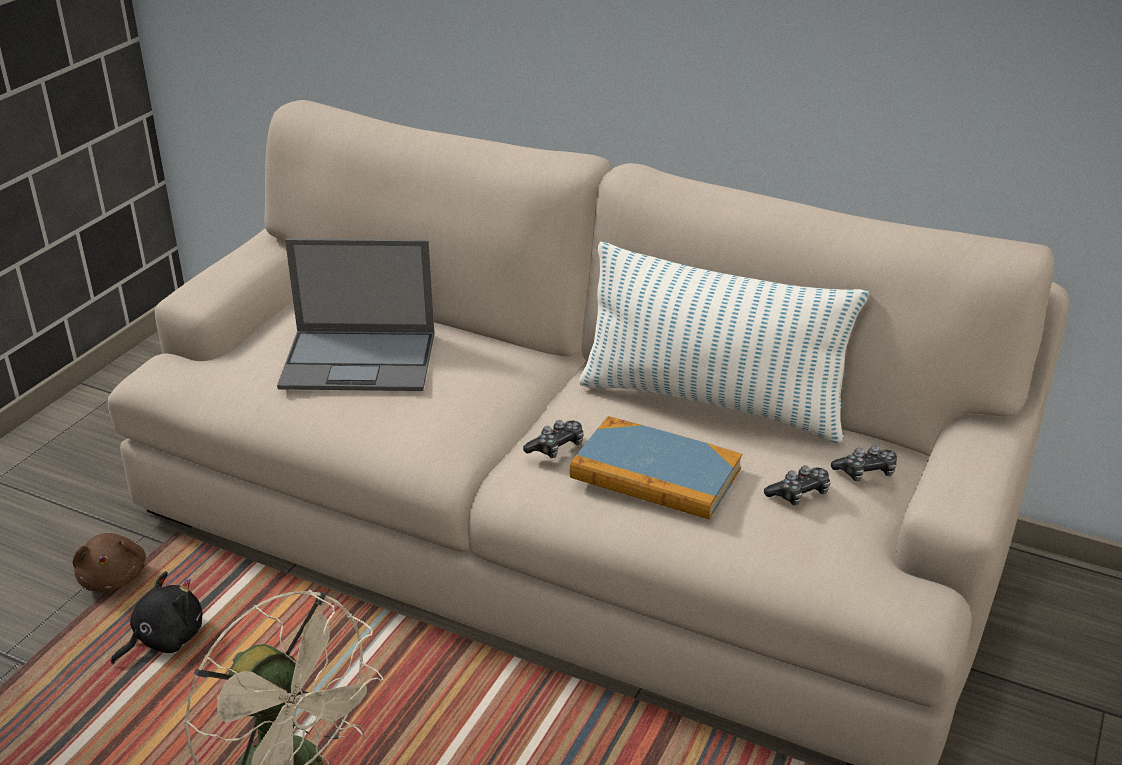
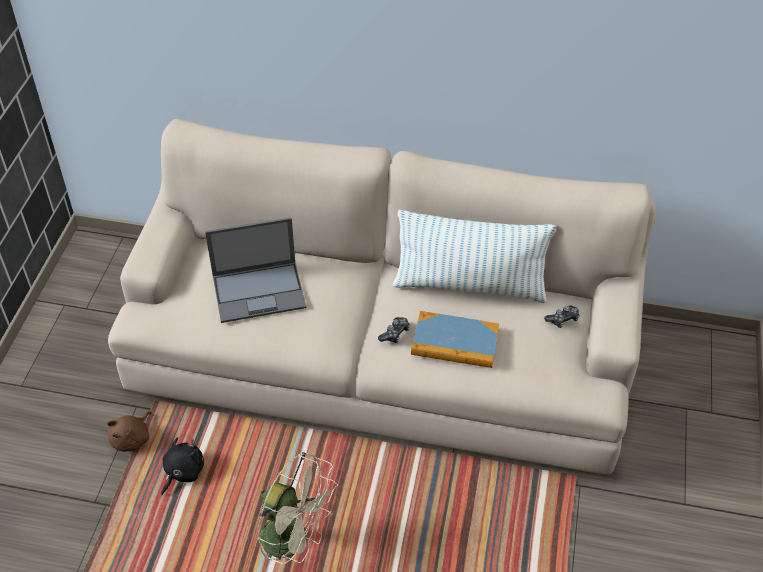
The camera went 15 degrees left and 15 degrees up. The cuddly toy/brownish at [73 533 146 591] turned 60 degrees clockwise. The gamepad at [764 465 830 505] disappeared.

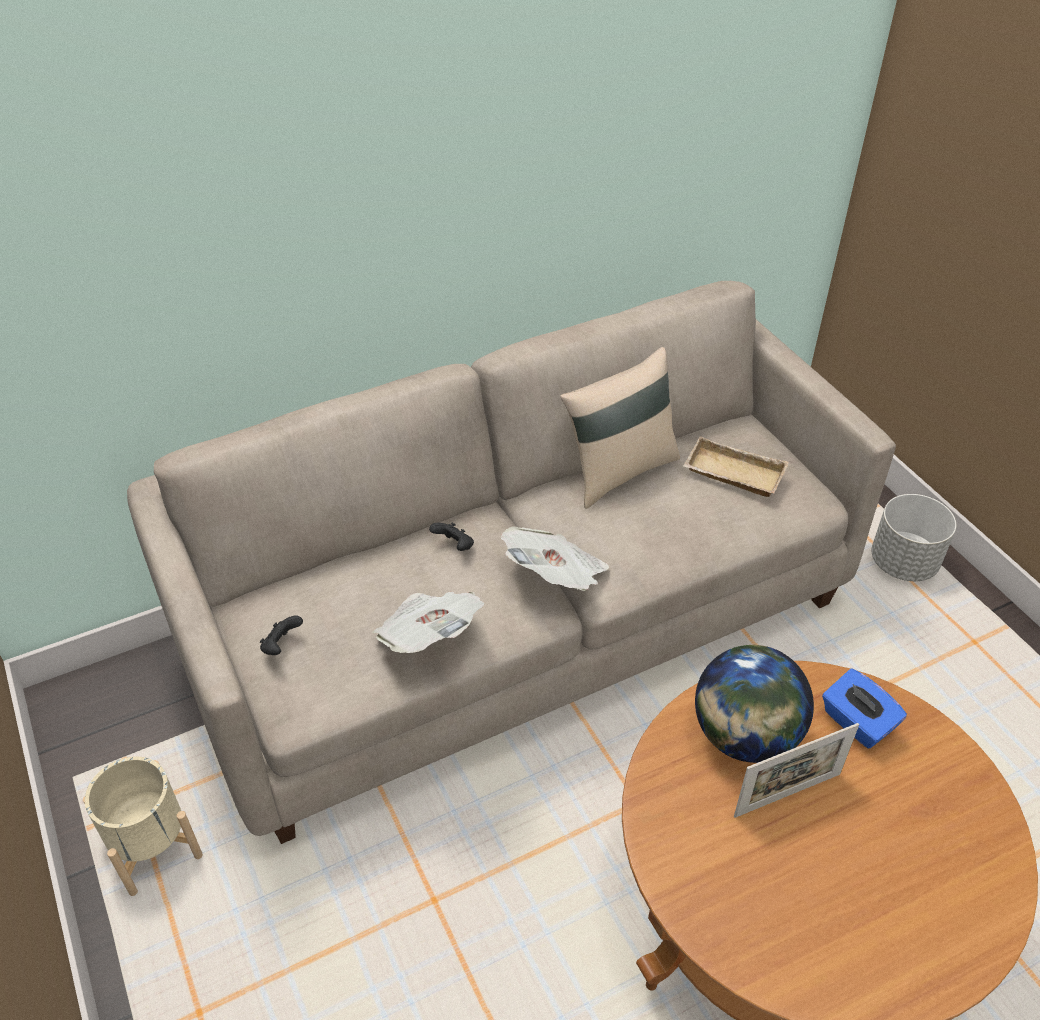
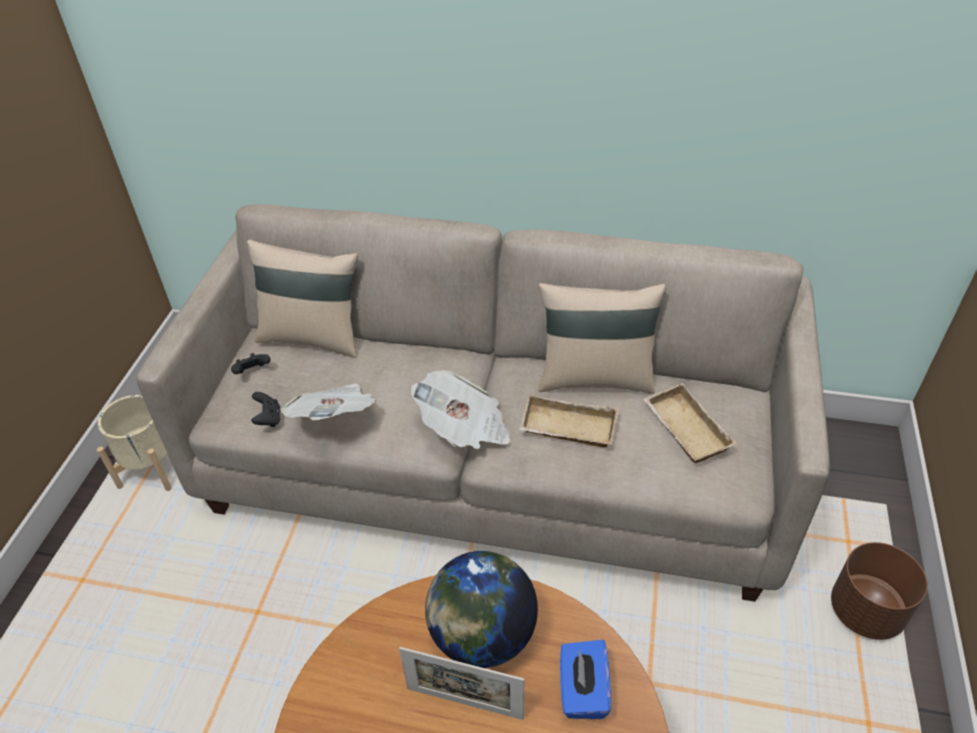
The camera went 40 degrees right and 0 degrees up. The cushion/beige-coloured at [247 240 358 358] appeared. The gamepad/black-coloured moved from [429 523 474 551] to [251 392 280 427]. The carrying tray/beige-coloured at [519 394 619 447] appeared. The plant pot/grey at [871 494 956 581] became the plant pot/brownish at [831 542 928 640].

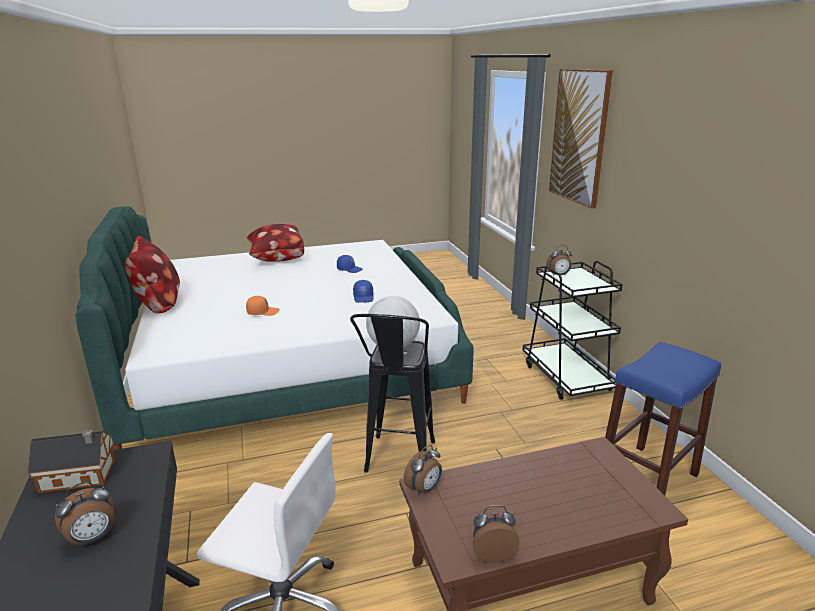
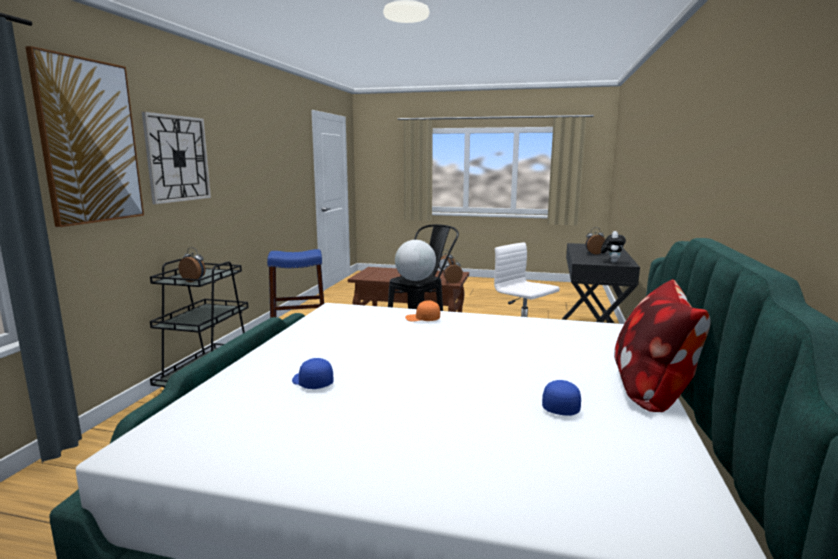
The camera went 150 degrees left and 10 degrees down. The hanging clock at [142 112 211 204] appeared. The cap/orange moved from [246 296 280 316] to [405 300 440 322]. The cap/blue-coloured moved from [353 280 374 303] to [542 380 581 416]. The model house at [28 430 115 493] was replaced by the cuddly toy at [601 231 626 263]. The cushion at [247 224 304 262] disappeared.

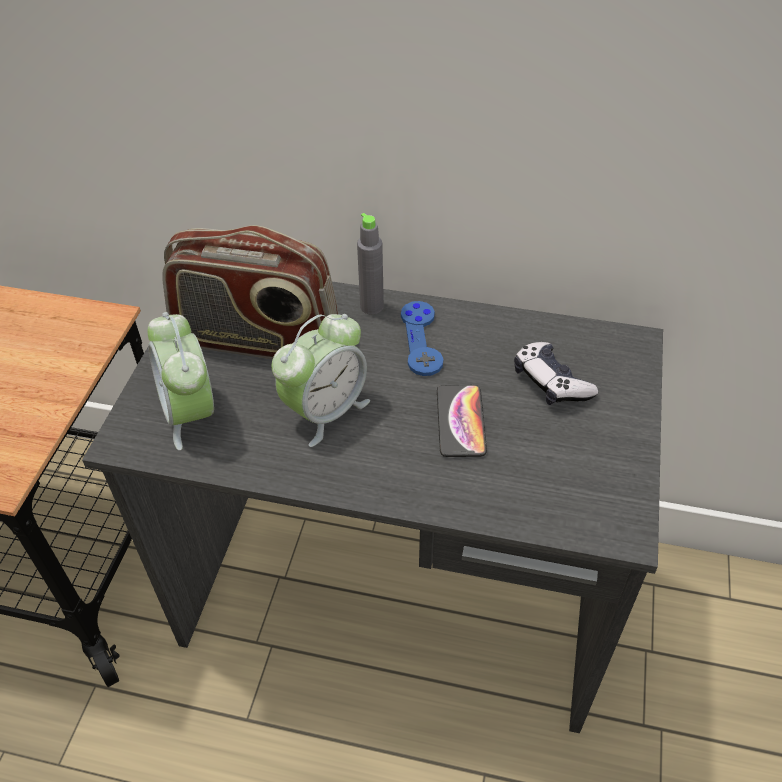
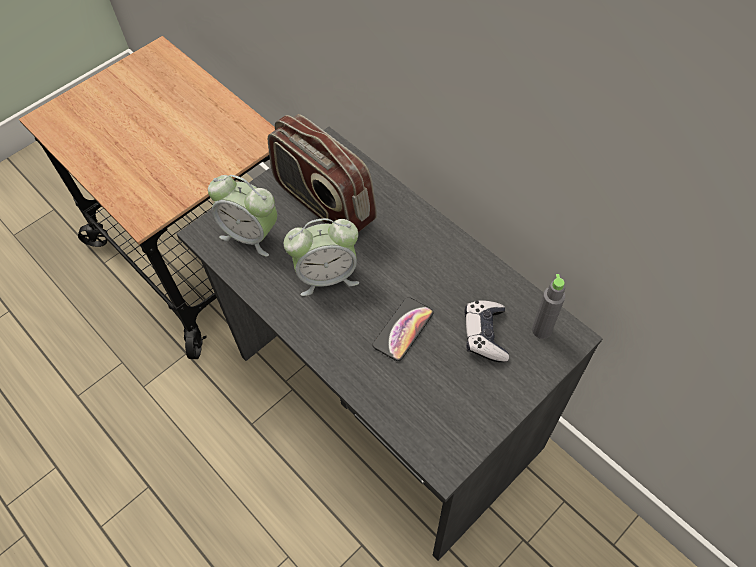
The camera went 35 degrees right and 10 degrees up. The table clock at [148 312 214 450] turned 75 degrees counterclockwise. The drink bottle/grey moved from [357 213 384 315] to [532 274 565 339]. The gamepad/blue-coloured at [401 301 443 376] disappeared.

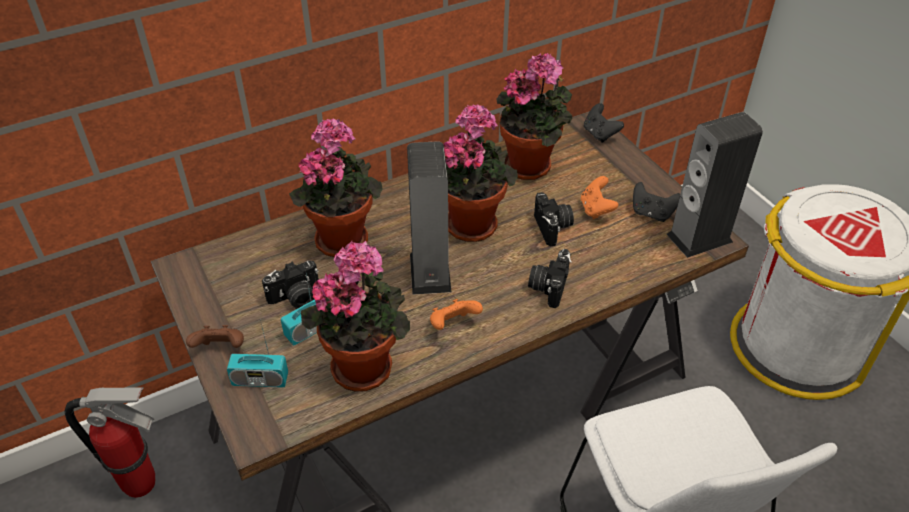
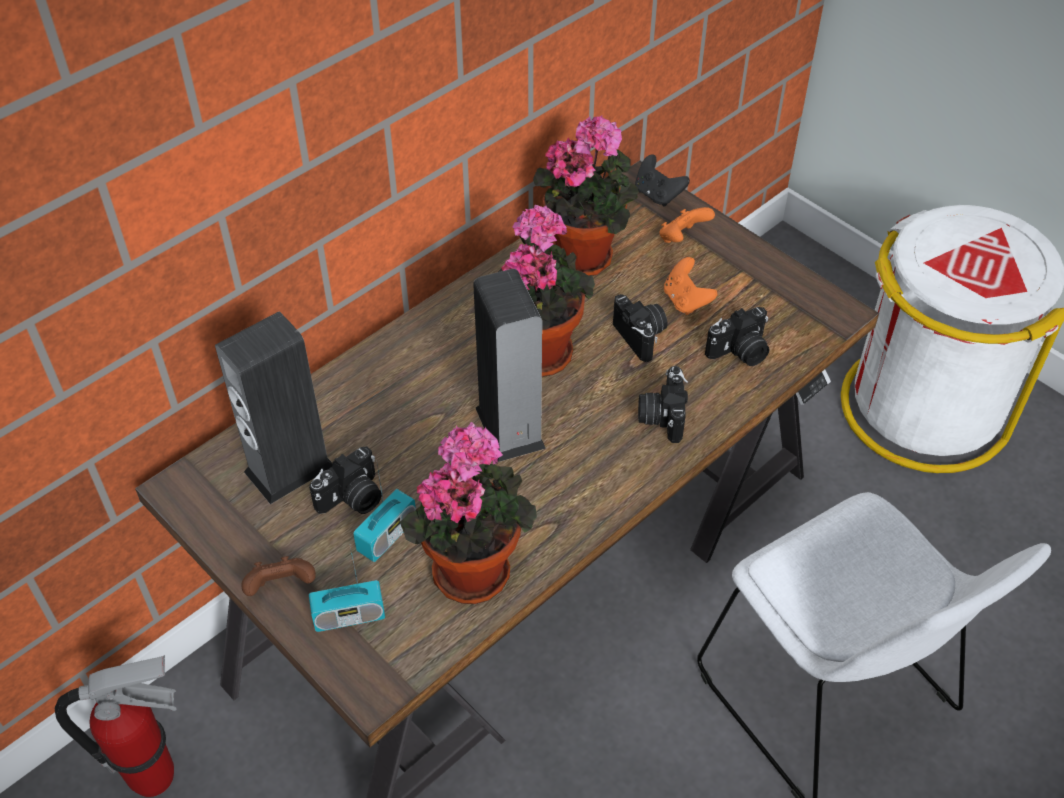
The camera went 15 degrees left and 5 degrees up. The audio speaker moved from [666 112 763 258] to [215 312 333 504]. The gamepad/orange moved from [430 299 483 330] to [659 207 715 243]. The photo camera at [705 307 769 366] appeared. The potted plant at [289 119 383 257] disappeared. The gamepad/black-coloured at [633 182 680 222] disappeared.

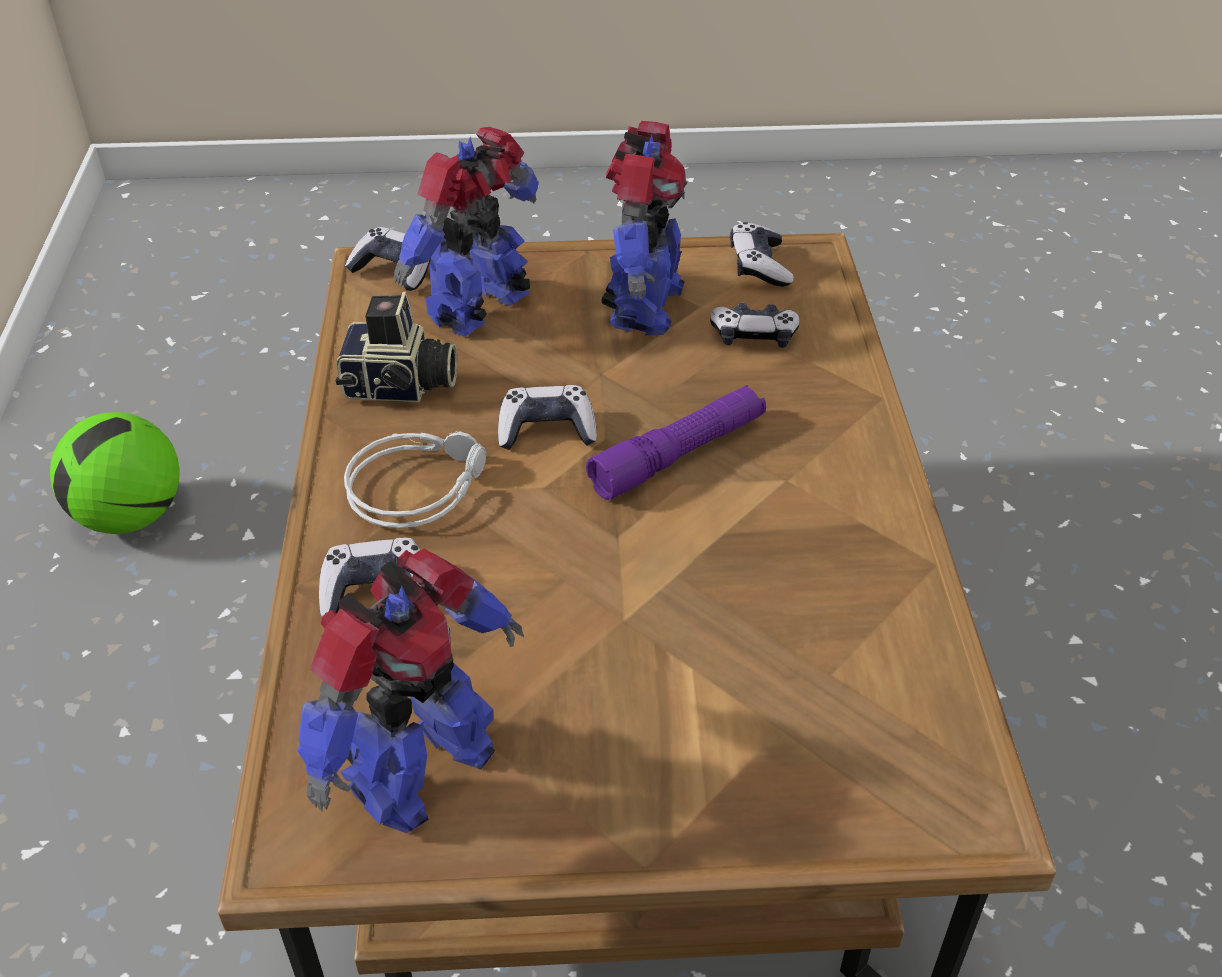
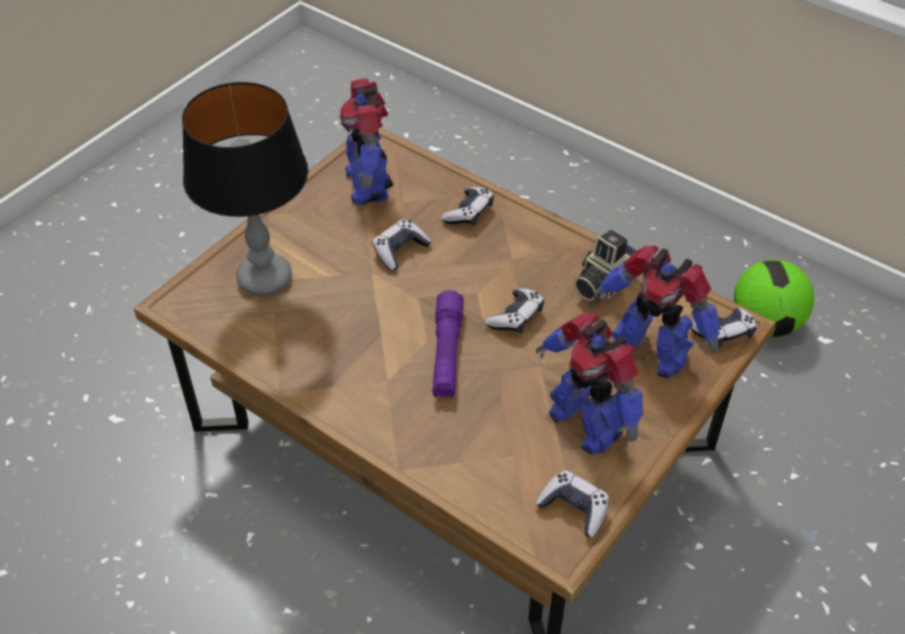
The camera went 130 degrees right and 5 degrees up. The lamp for a table at [182 82 308 296] appeared. The gamepad moved from [710 303 800 348] to [372 219 432 271]. The model robot at [394 127 539 337] turned 135 degrees clockwise. The headphones/grey at [344 431 486 528] disappeared.

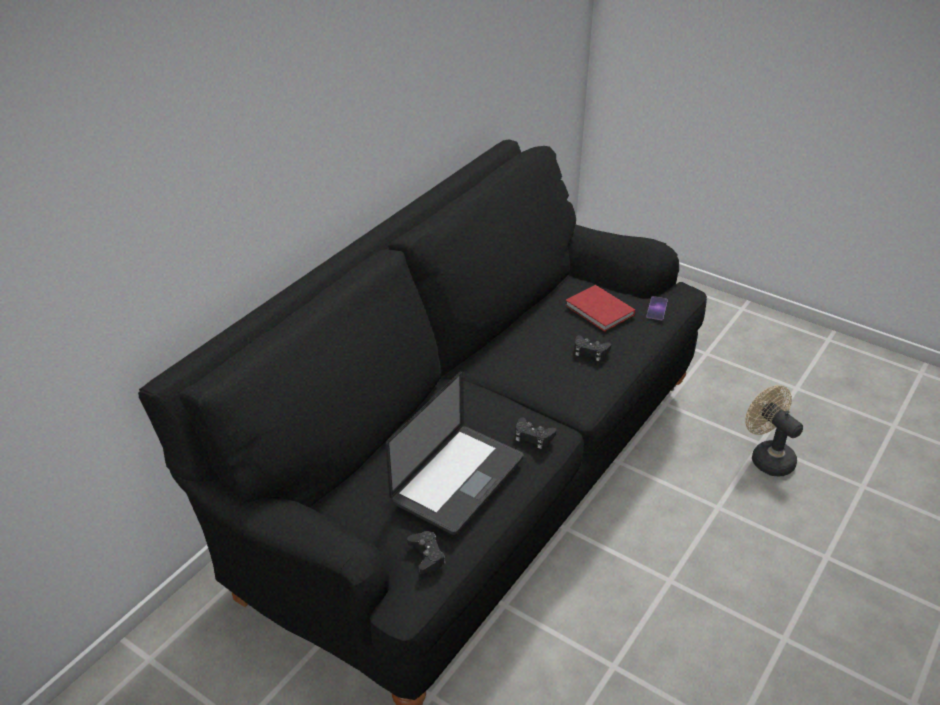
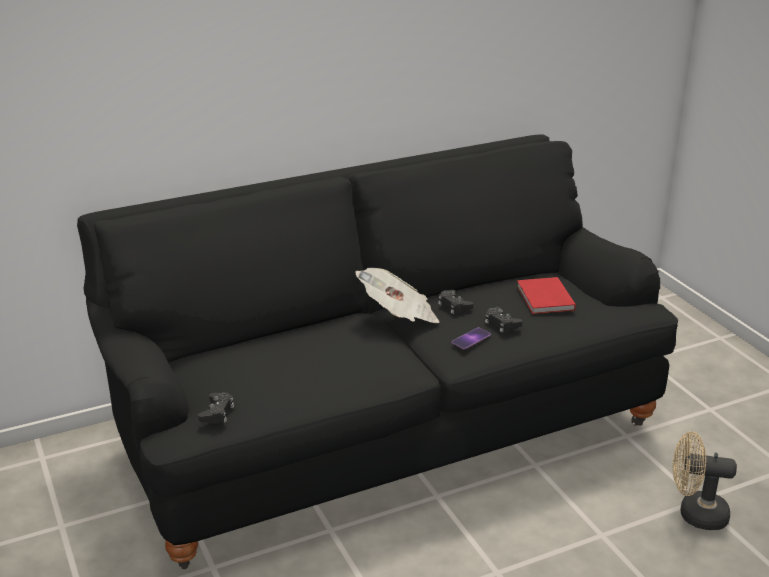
The camera went 30 degrees right and 10 degrees down. The printed paper at [356 268 439 323] appeared. The gamepad/black-coloured moved from [515 417 556 449] to [438 290 473 314]. The handset moved from [646 296 668 320] to [451 327 491 349]. The cooling fan/beige-coloured at [745 385 803 476] turned 75 degrees counterclockwise. The laptop at [385 371 523 535] disappeared.

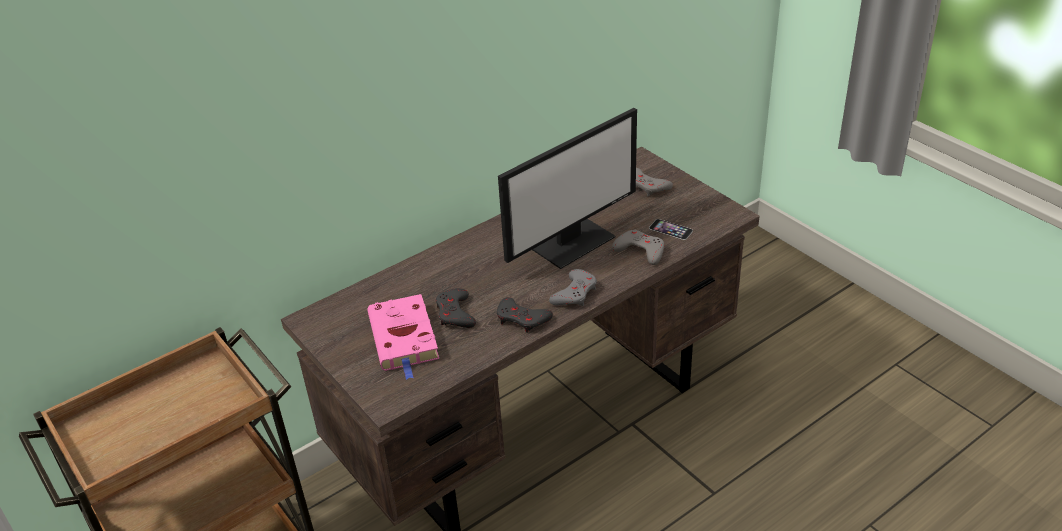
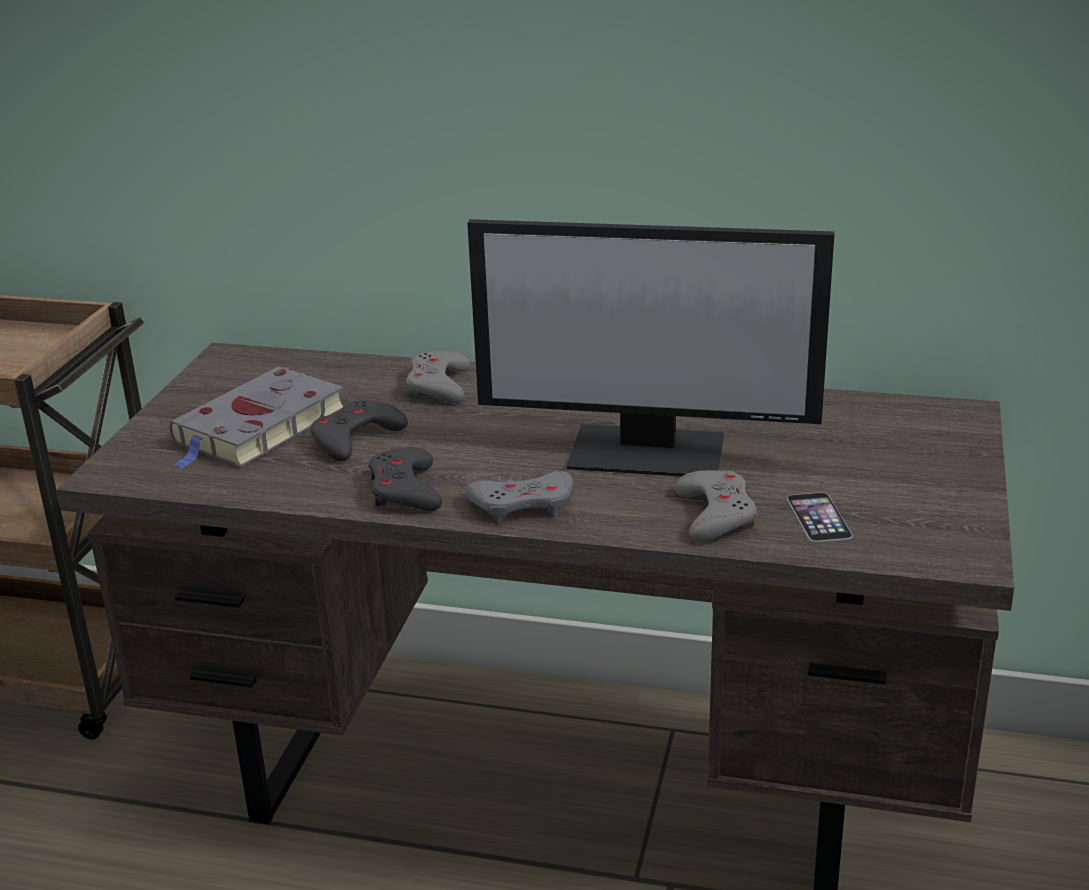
The camera went 50 degrees right and 10 degrees down. The book/pinkish at [367 294 439 380] became the book/grey at [169 366 344 469]. The gamepad/grey moved from [636 168 673 197] to [406 350 470 403].

